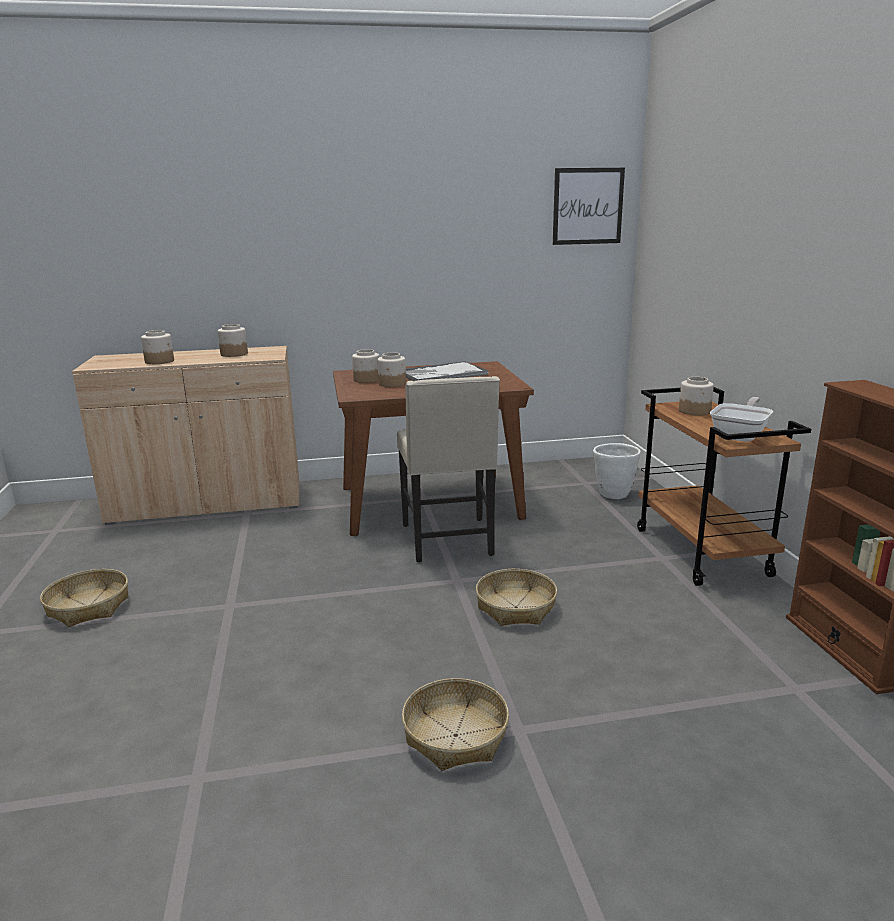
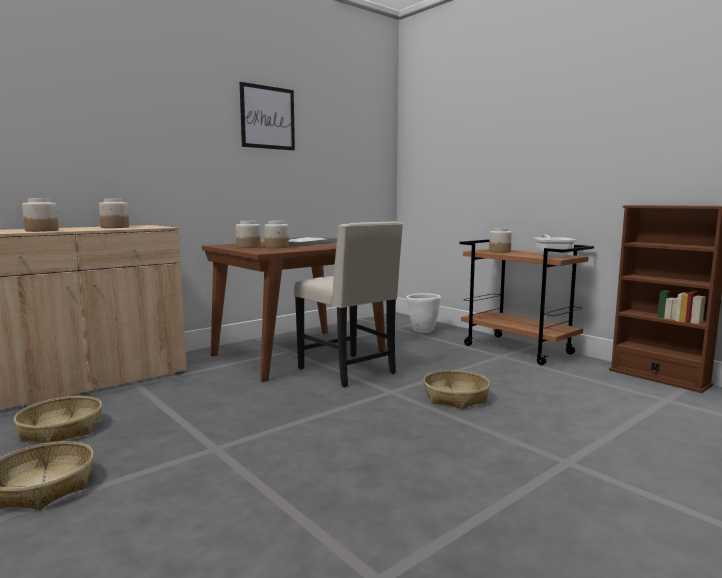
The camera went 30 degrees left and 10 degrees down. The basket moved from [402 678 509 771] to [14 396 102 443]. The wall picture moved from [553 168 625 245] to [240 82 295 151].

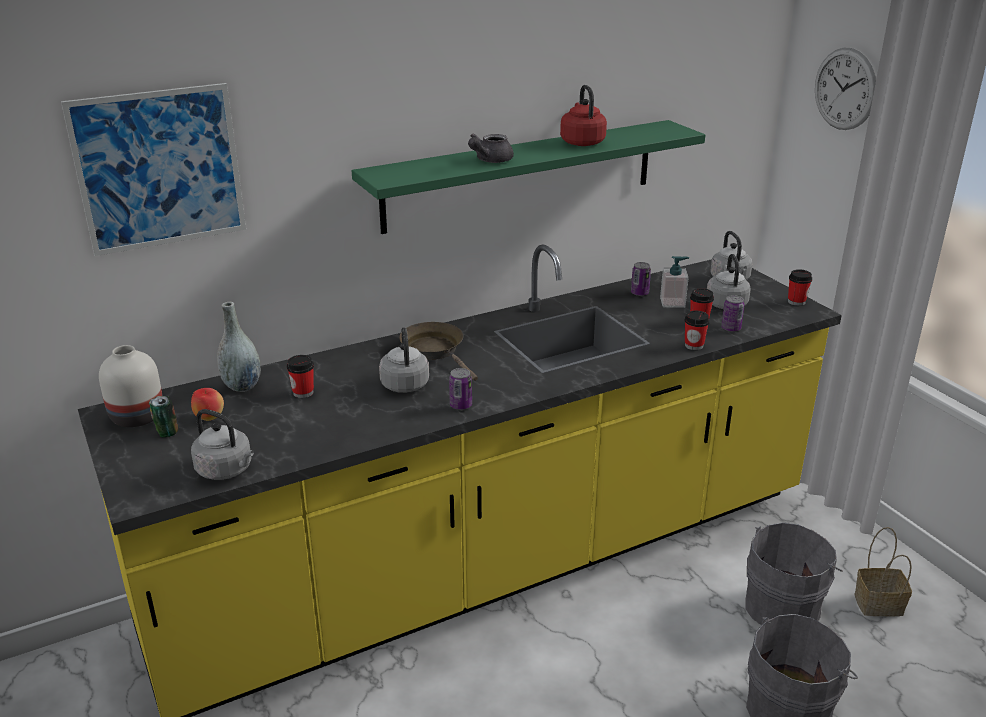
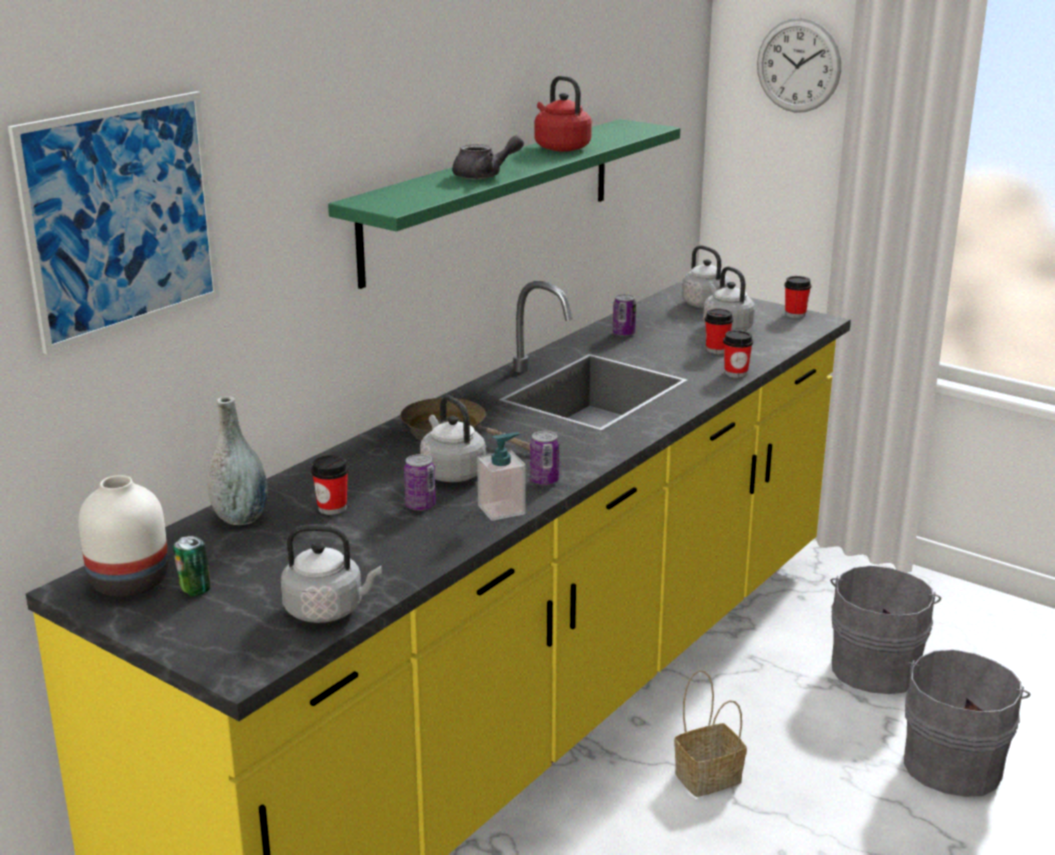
The camera went 25 degrees left and 5 degrees down. The metal can moved from [721 295 744 332] to [404 454 436 511]. The teapot/grey at [468 134 514 163] turned 120 degrees counterclockwise. The liquid soap bottle moved from [660 256 689 308] to [477 432 525 521]. The basket moved from [854 527 912 616] to [674 670 747 797]. The apple fruit at [191 388 224 421] disappeared.

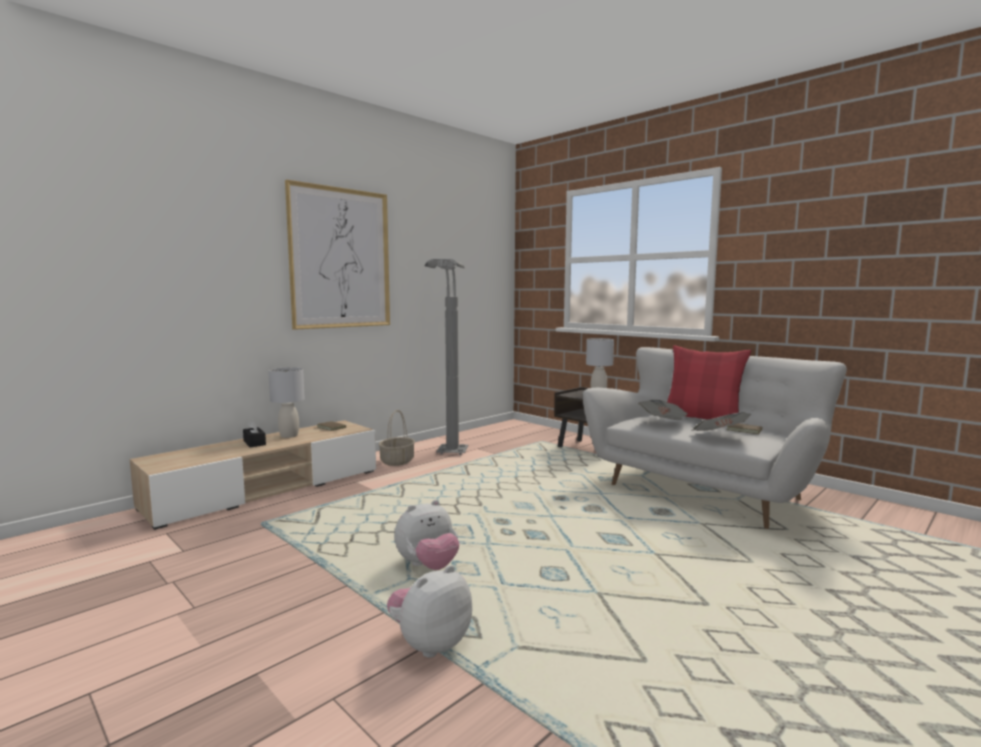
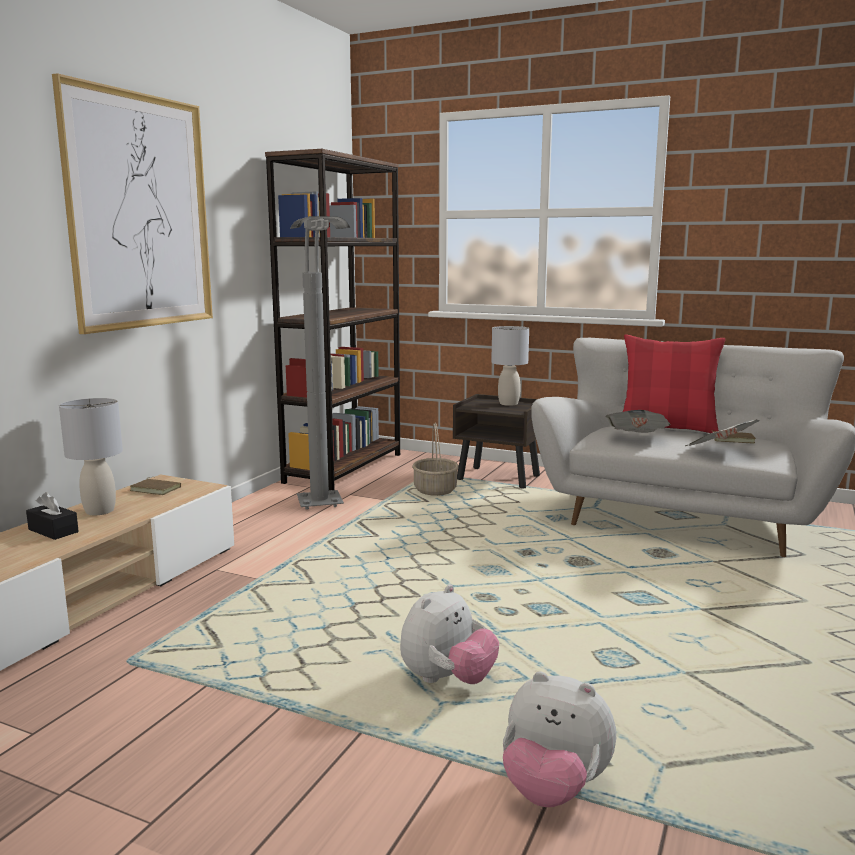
The camera went 20 degrees left and 5 degrees up. The bookcase/brownish at [265 149 400 490] appeared. The basket moved from [379 410 415 466] to [412 422 459 496]. The cuddly toy at [387 565 472 658] turned 90 degrees counterclockwise.

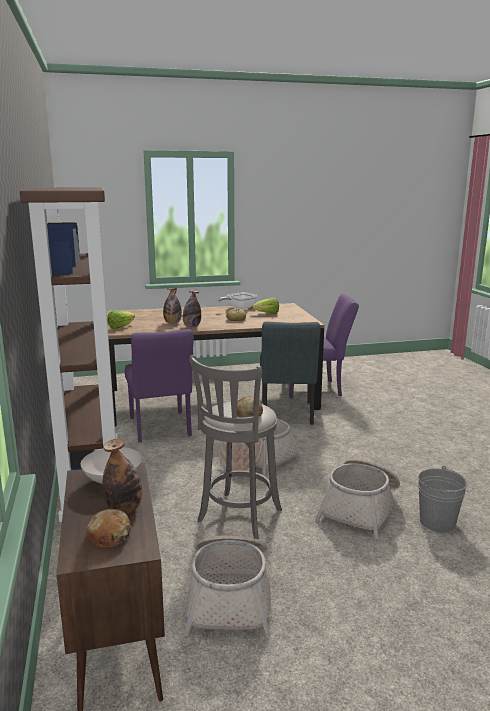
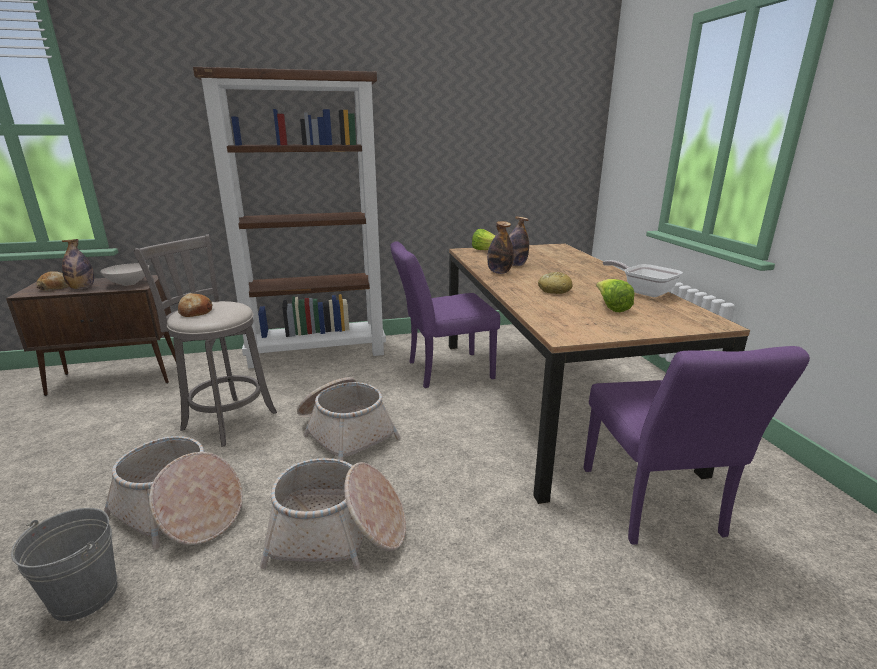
The camera went 90 degrees right and 5 degrees up. The basket moved from [184 535 271 638] to [260 458 406 571]. The plain chair/grey at [260 322 321 425] disappeared.

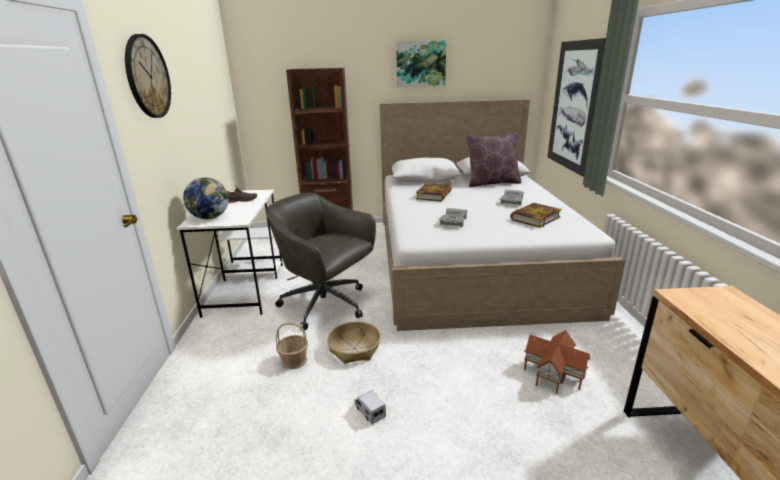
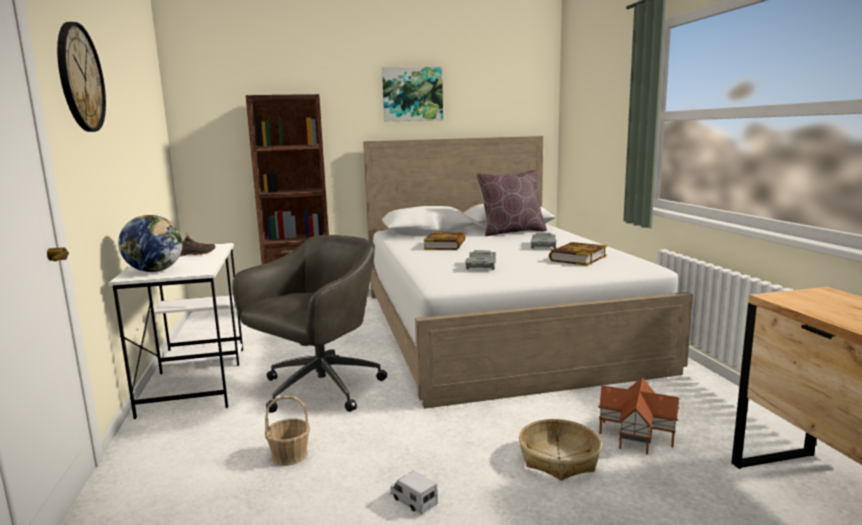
The camera went 10 degrees left and 10 degrees down. The desk chair/grey at [266 193 376 331] turned 105 degrees clockwise. The basket moved from [327 322 381 364] to [519 419 602 480]. The wall picture at [548 38 606 177] disappeared.

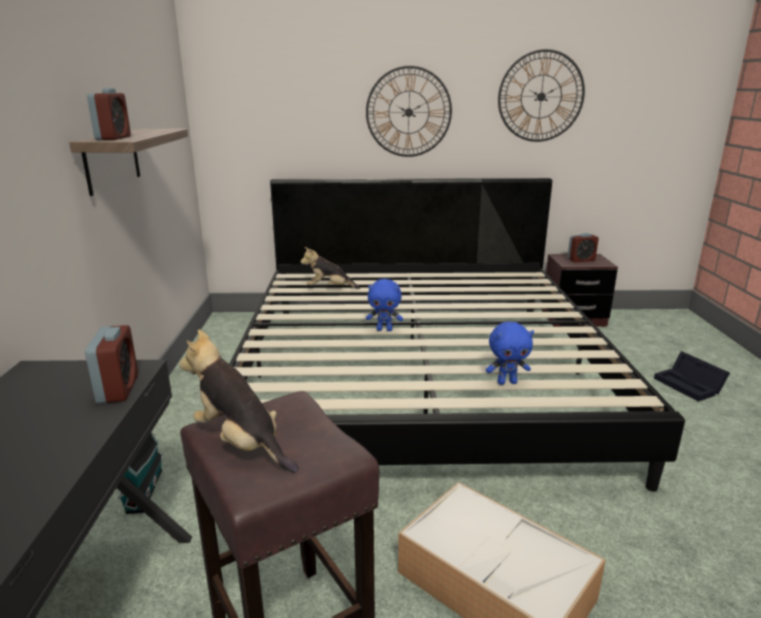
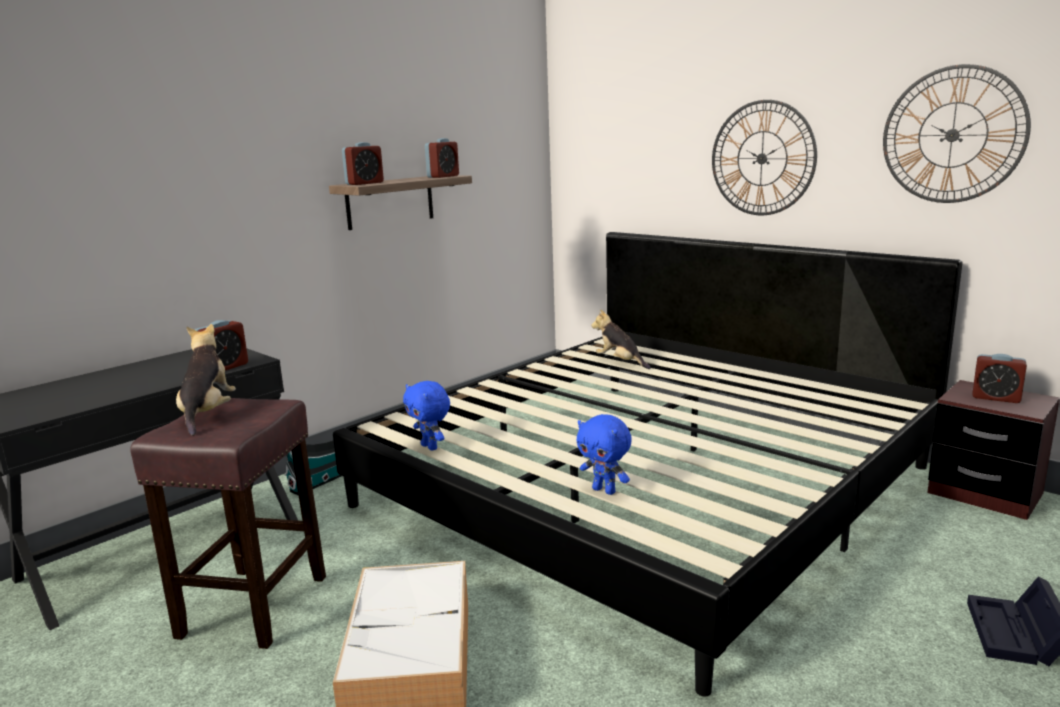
The camera went 45 degrees right and 5 degrees down. The cuddly toy/blue-coloured moved from [366 279 403 331] to [403 381 450 451]. The table clock at [425 138 459 178] appeared.

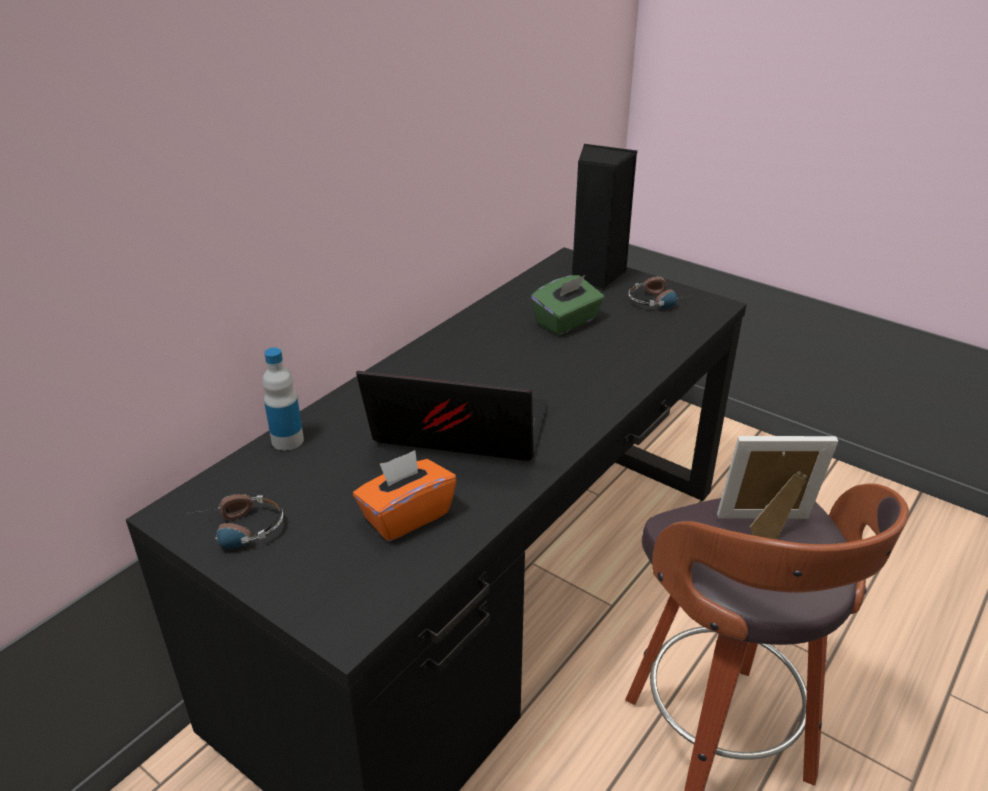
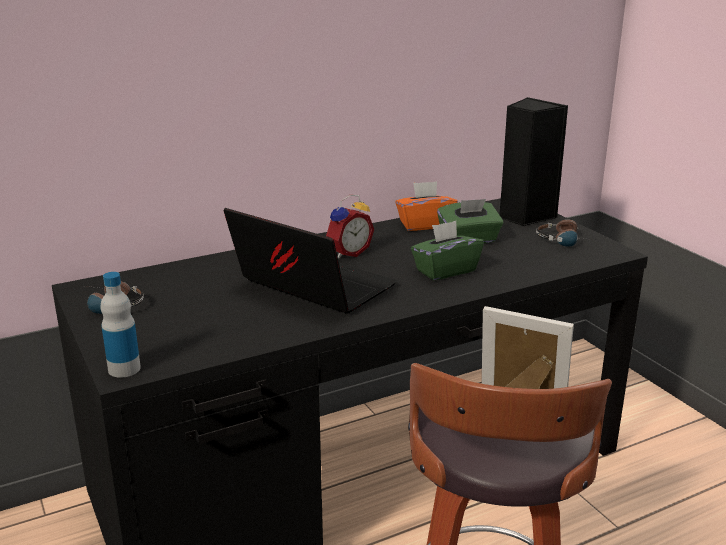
The camera went 25 degrees right and 10 degrees down. The drink bottle moved from [263 347 304 450] to [100 272 141 378]. The table clock at [326 194 374 258] appeared. The tissue box/orange moved from [353 450 457 541] to [395 181 458 231]. The tissue box/green-coloured at [411 221 484 281] appeared.

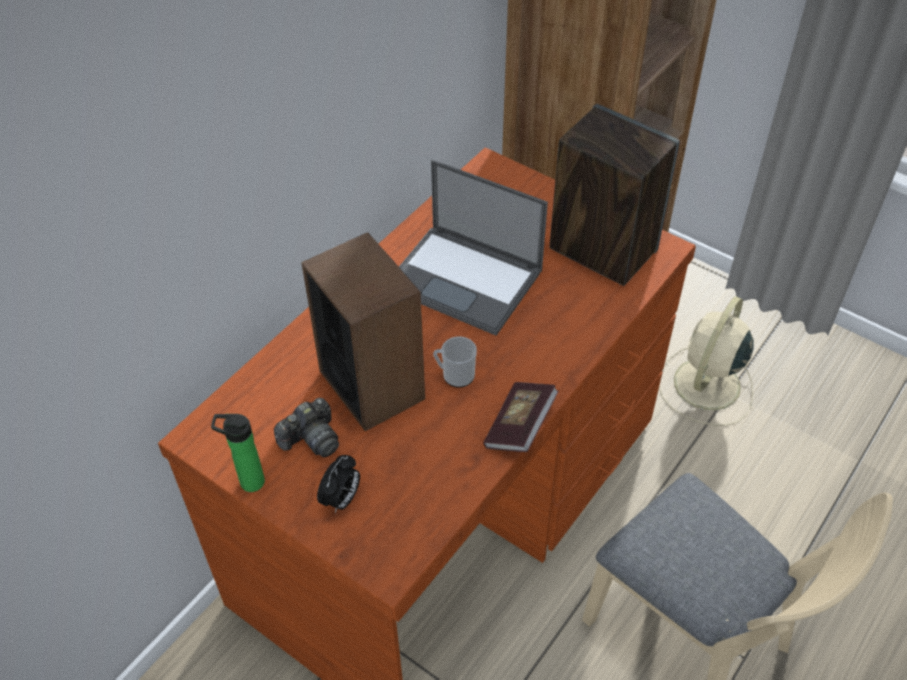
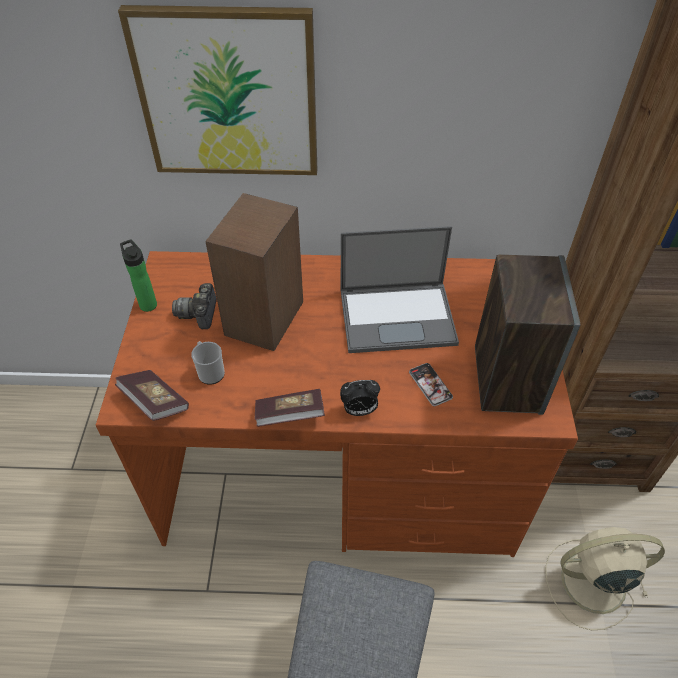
The camera went 55 degrees right and 0 degrees up. The book at [115 370 189 421] appeared. The wall picture at [118 5 317 175] appeared. The photo camera at [274 398 339 457] turned 75 degrees clockwise. The mug moved from [433 336 477 388] to [191 341 225 385]. The table clock moved from [317 455 360 513] to [340 380 380 416]. The laptop at [399 159 548 336] turned 90 degrees counterclockwise. The handset at [409 363 453 406] appeared.

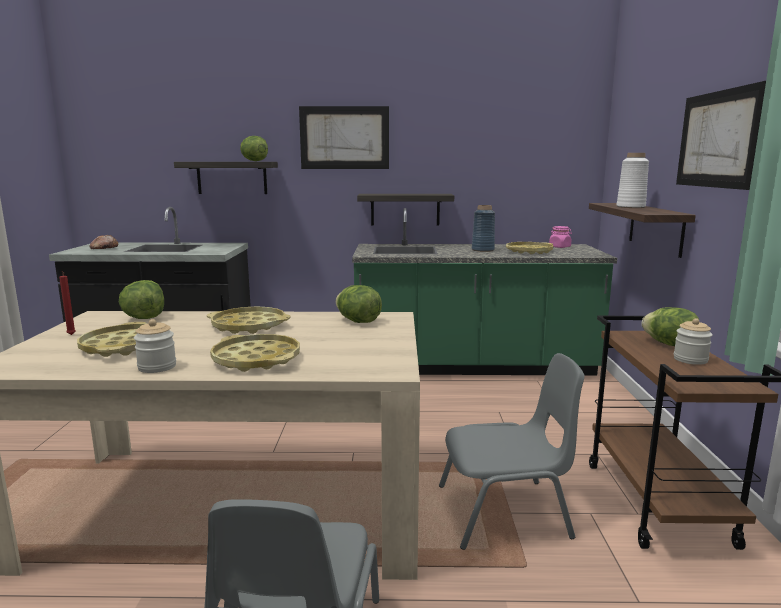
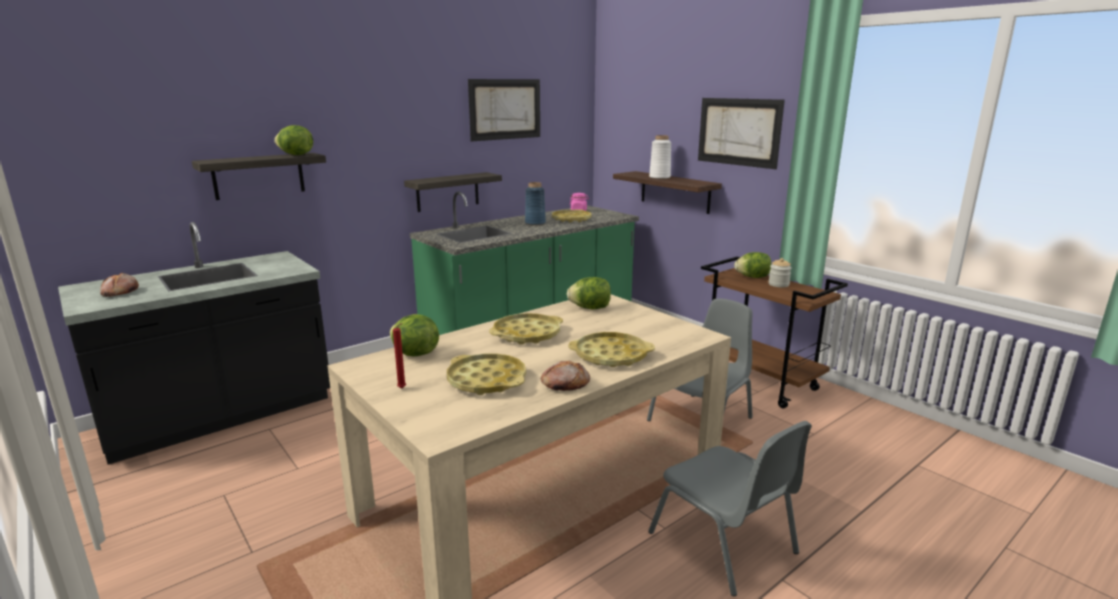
The camera went 40 degrees left and 5 degrees up. The wall picture moved from [299 106 389 169] to [468 79 540 141]. The jar at [134 319 176 373] was replaced by the baked bread at [541 361 590 391].

